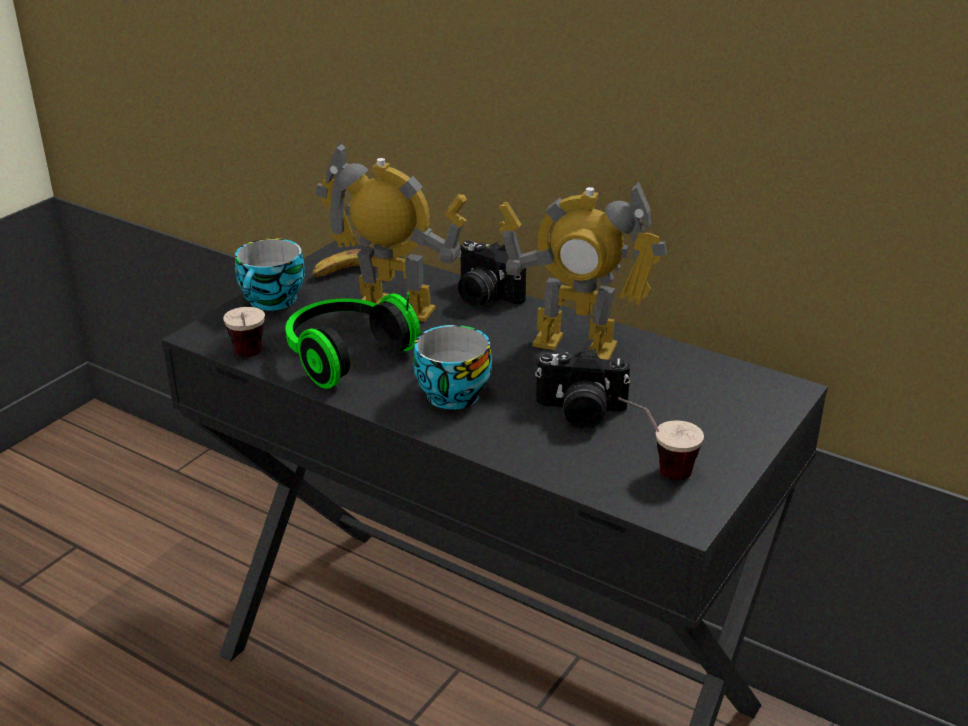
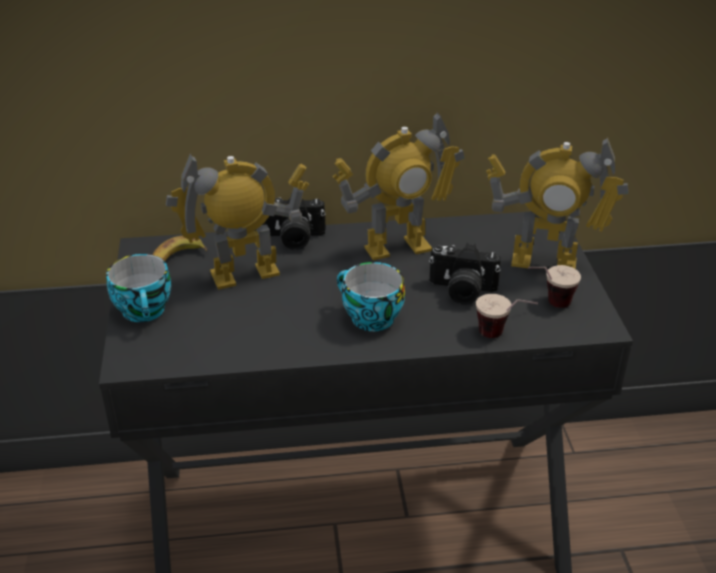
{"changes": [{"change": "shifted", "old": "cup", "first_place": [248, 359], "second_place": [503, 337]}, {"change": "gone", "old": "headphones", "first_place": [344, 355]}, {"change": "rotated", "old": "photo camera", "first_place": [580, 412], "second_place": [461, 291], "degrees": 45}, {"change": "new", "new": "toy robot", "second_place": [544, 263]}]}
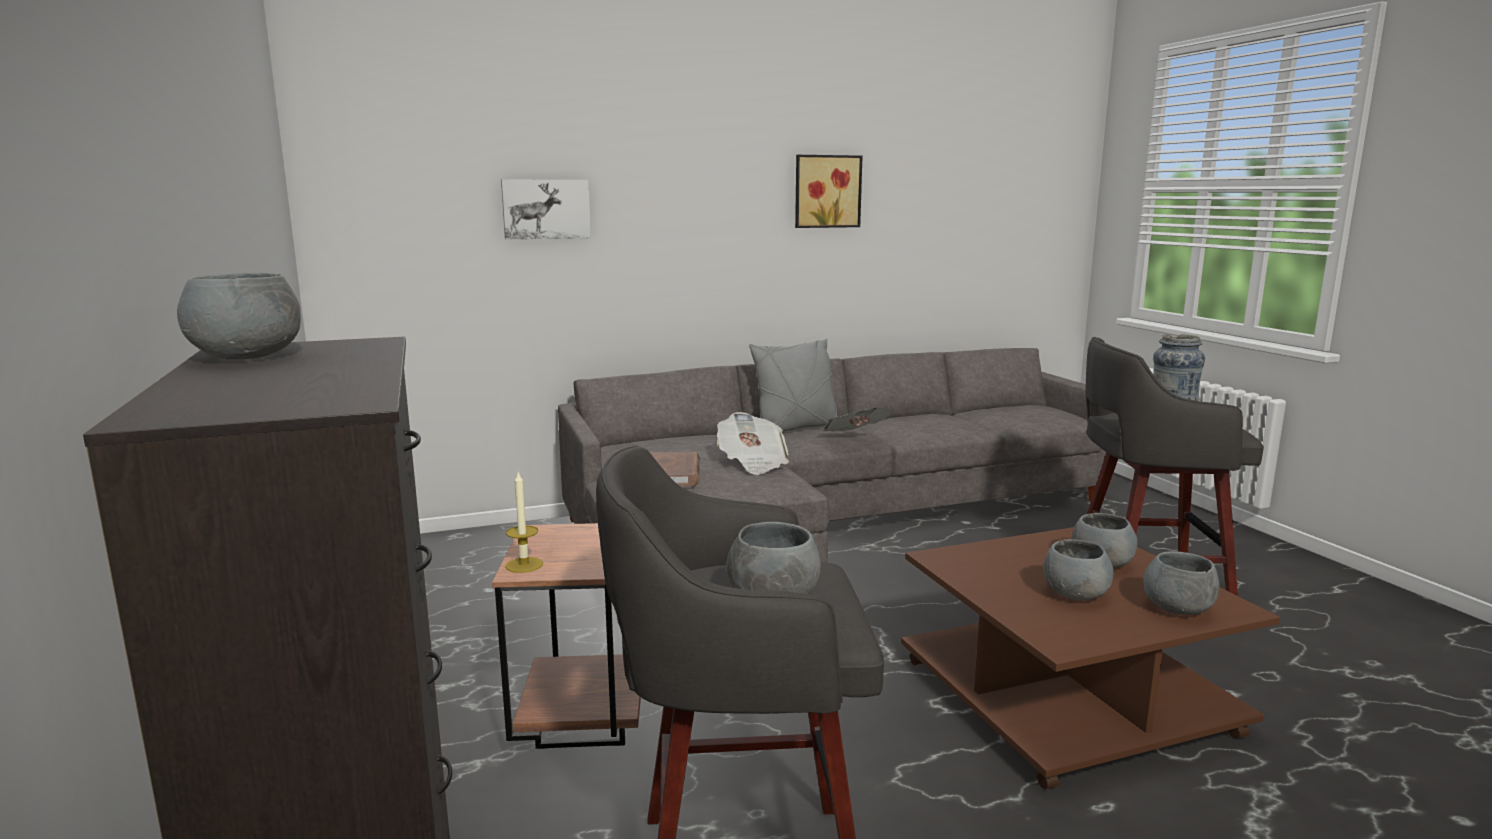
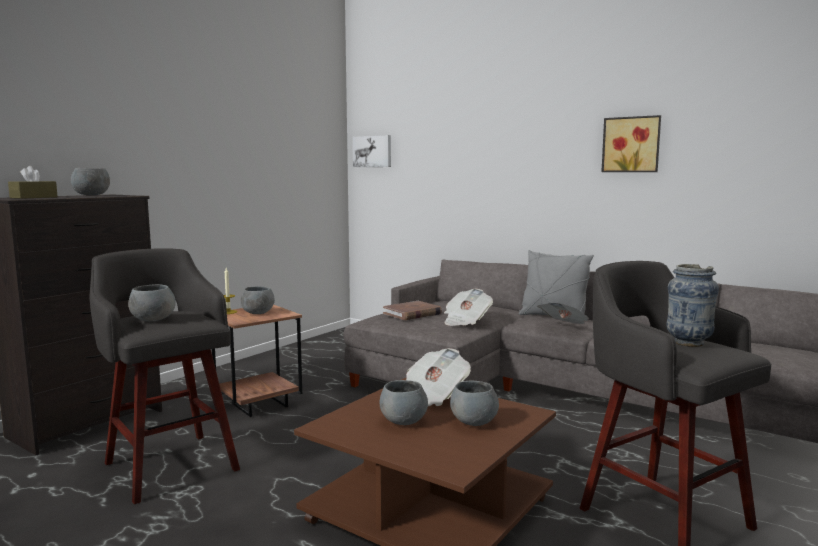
{"changes": [{"change": "shifted", "old": "picture", "first_place": [546, 209], "second_place": [372, 151]}, {"change": "shifted", "old": "grey bowl", "first_place": [1178, 609], "second_place": [257, 313]}, {"change": "new", "new": "brown tissue box", "second_place": [34, 197]}, {"change": "new", "new": "newspaper", "second_place": [432, 396]}]}
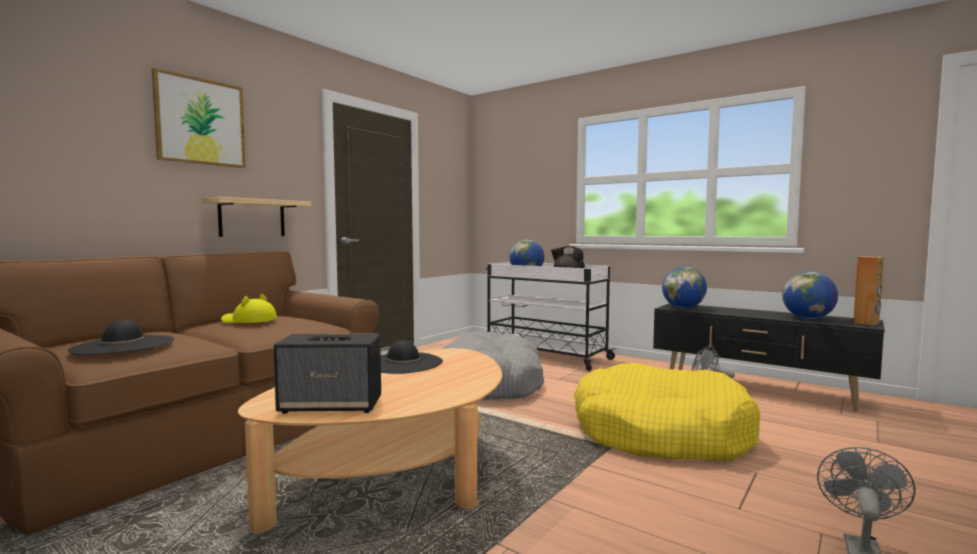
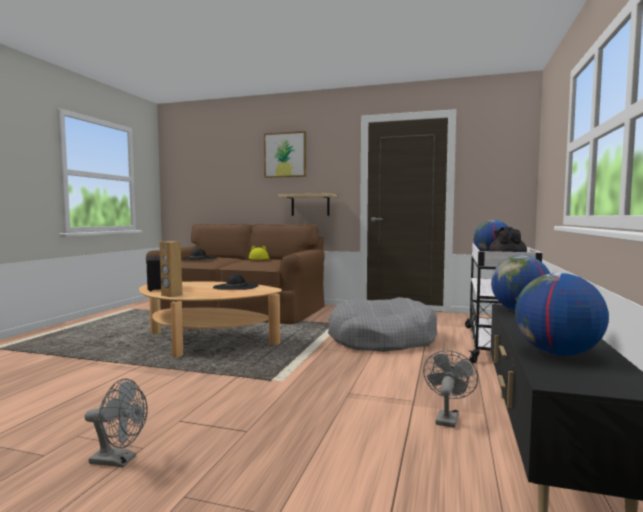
{"changes": [{"change": "gone", "old": "yellow dog bed", "first_place": [660, 433]}, {"change": "shifted", "old": "brown speaker", "first_place": [866, 323], "second_place": [171, 295]}]}
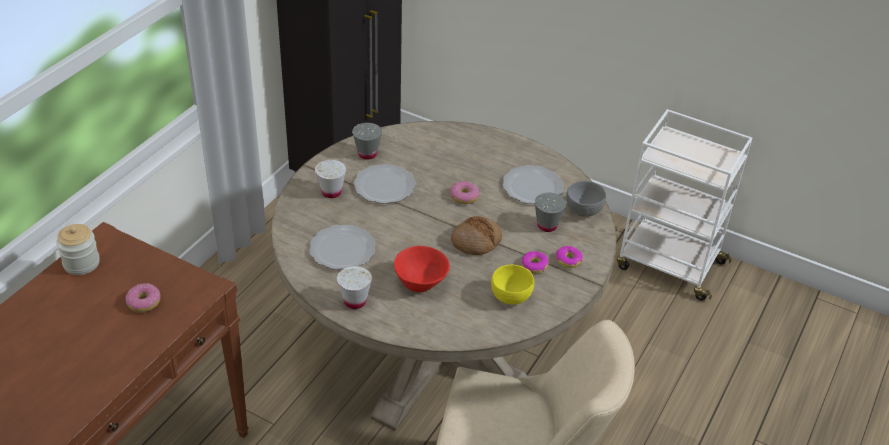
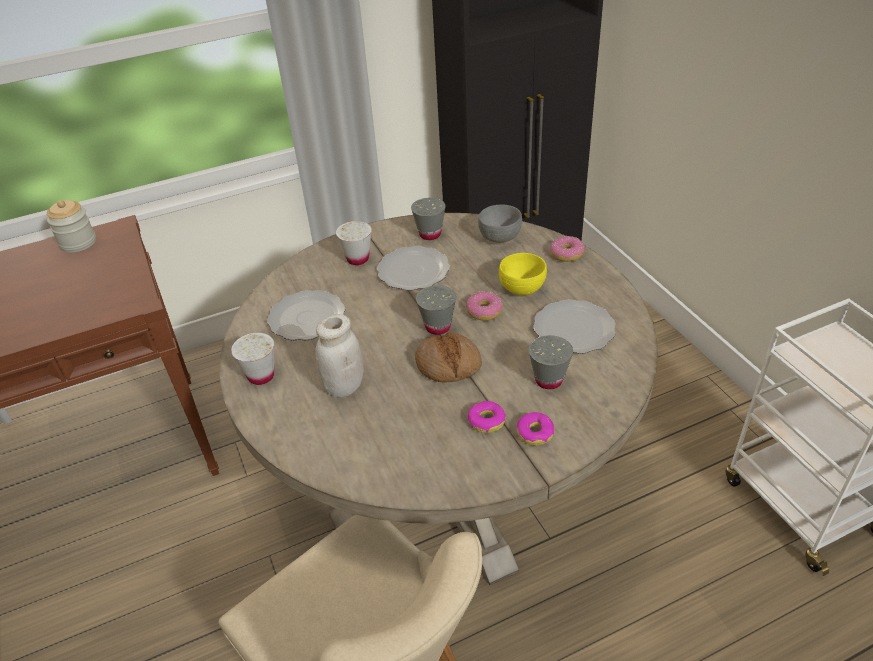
{"changes": [{"change": "shifted", "old": "donut", "first_place": [144, 302], "second_place": [566, 254]}, {"change": "swapped", "old": "red bowl", "new": "white jar", "first_place": [422, 283], "second_place": [344, 386]}, {"change": "shifted", "old": "yellow bowl", "first_place": [511, 297], "second_place": [522, 289]}, {"change": "shifted", "old": "grey bowl", "first_place": [584, 211], "second_place": [500, 238]}, {"change": "new", "new": "grey cup", "second_place": [438, 327]}]}
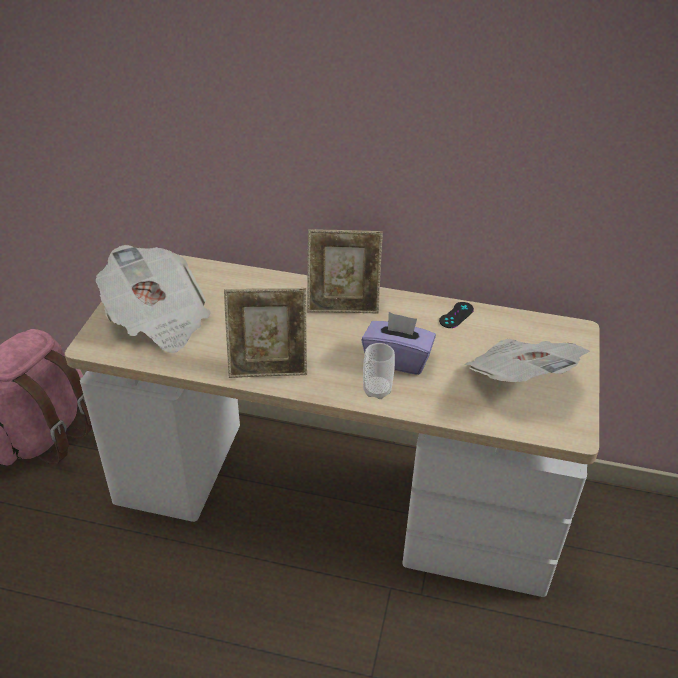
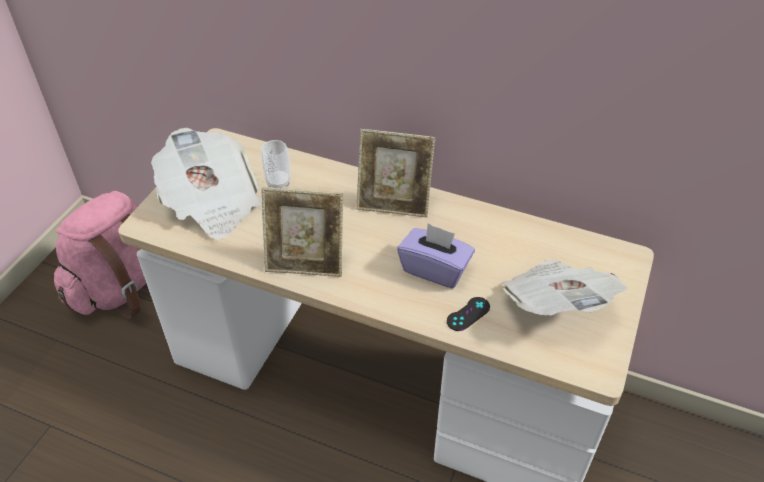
{"changes": [{"change": "shifted", "old": "cup", "first_place": [377, 390], "second_place": [278, 182]}, {"change": "shifted", "old": "black game controller", "first_place": [456, 315], "second_place": [468, 314]}]}
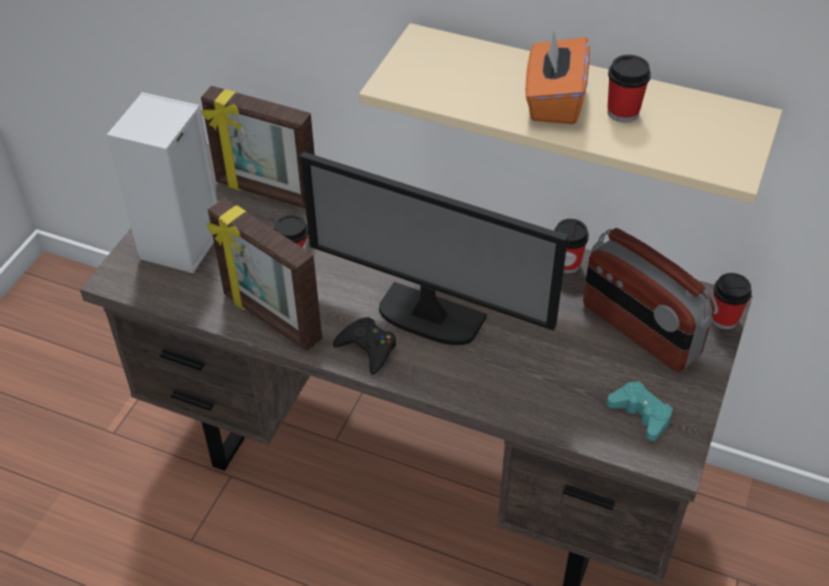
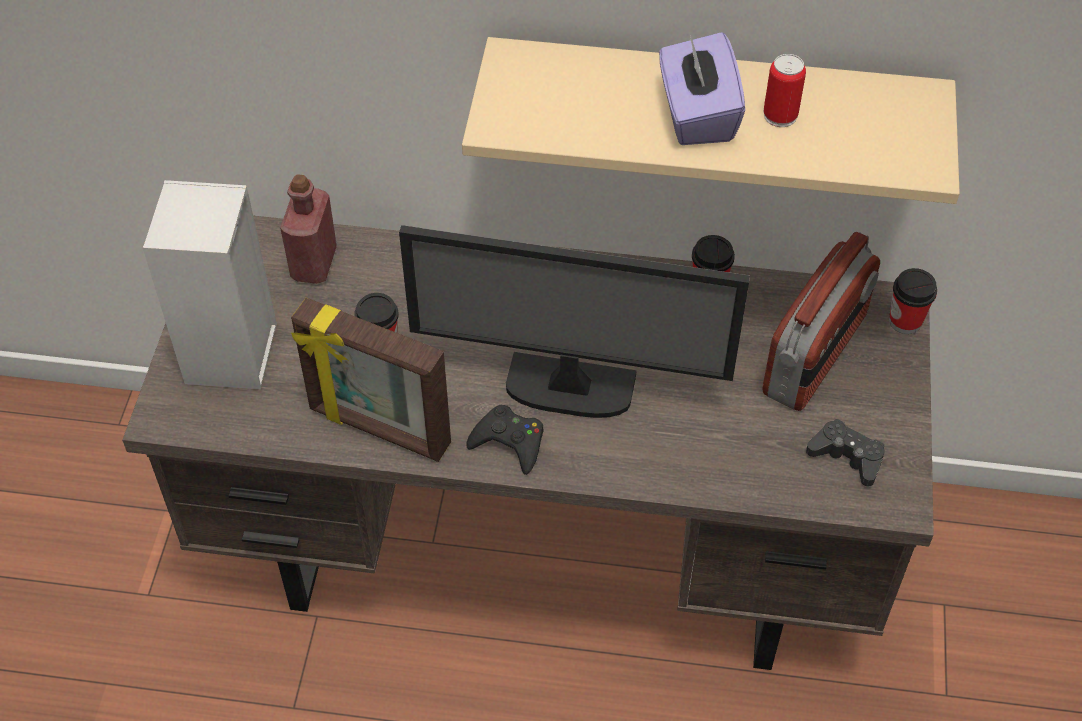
{"changes": [{"change": "swapped", "old": "picture frame", "new": "red bottle", "first_place": [266, 192], "second_place": [314, 263]}, {"change": "repainted", "old": "orange tissue box", "new": "purple tissue box", "first_place": [554, 101], "second_place": [696, 115]}, {"change": "rotated", "old": "radio", "first_place": [639, 331], "second_place": [815, 355], "degrees": -90}, {"change": "swapped", "old": "cup", "new": "can", "first_place": [623, 112], "second_place": [780, 115]}, {"change": "repainted", "old": "turquoise game controller", "new": "black game controller", "first_place": [640, 414], "second_place": [847, 457]}]}
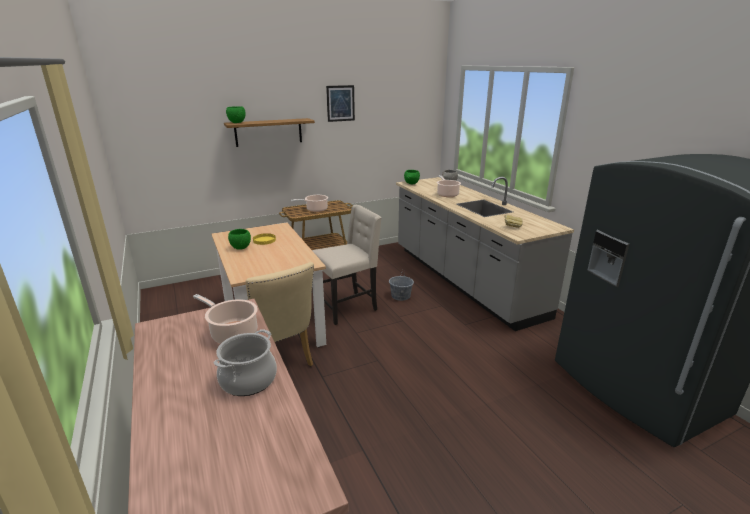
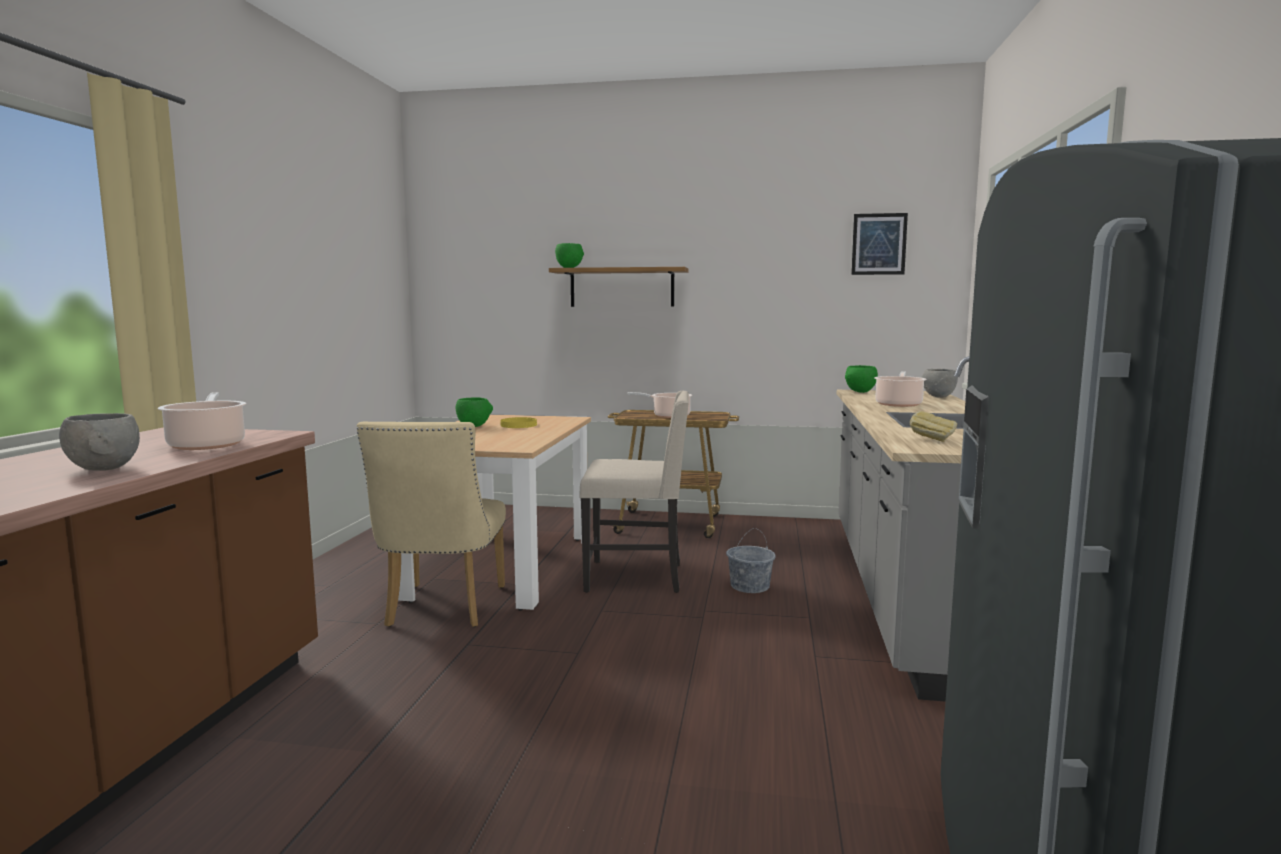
{"changes": [{"change": "swapped", "old": "cooking pot", "new": "grey bowl", "first_place": [248, 380], "second_place": [104, 470]}, {"change": "shifted", "old": "picture", "first_place": [340, 103], "second_place": [879, 244]}]}
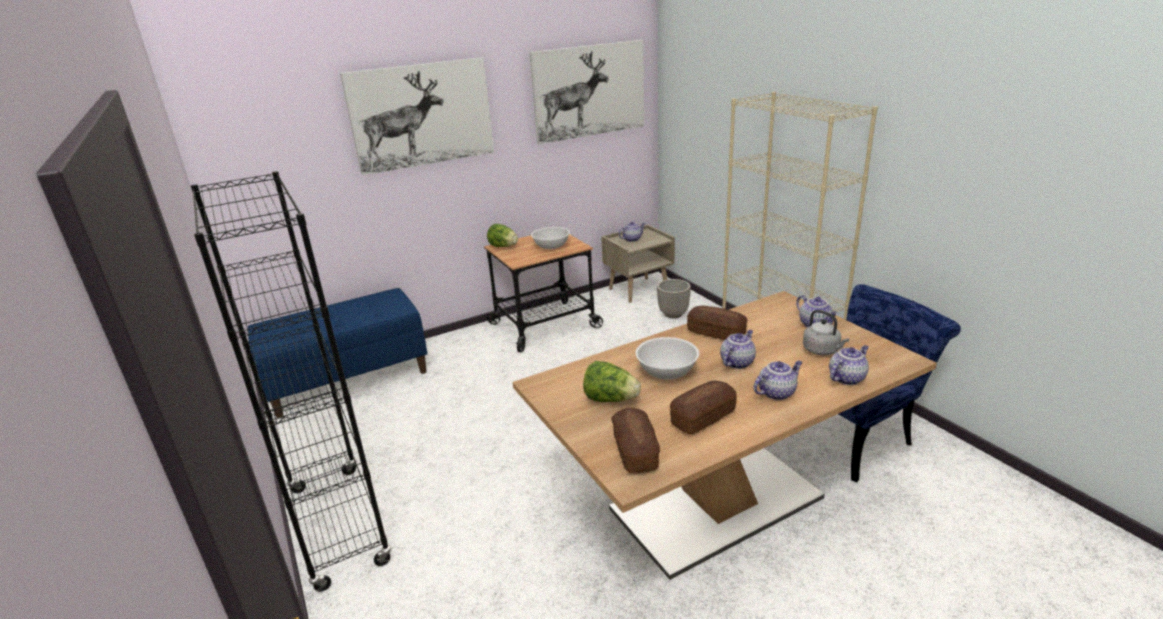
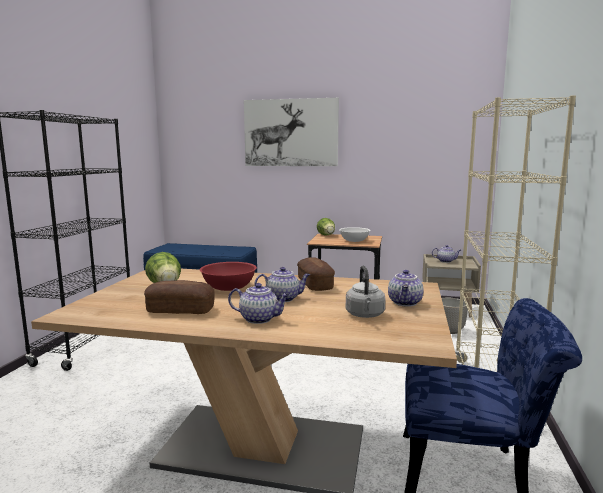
{"changes": [{"change": "gone", "old": "picture", "first_place": [589, 91]}, {"change": "gone", "old": "bread", "first_place": [635, 451]}, {"change": "repainted", "old": "white bowl", "new": "red bowl", "first_place": [667, 372], "second_place": [229, 288]}, {"change": "gone", "old": "teapot", "first_place": [847, 378]}]}
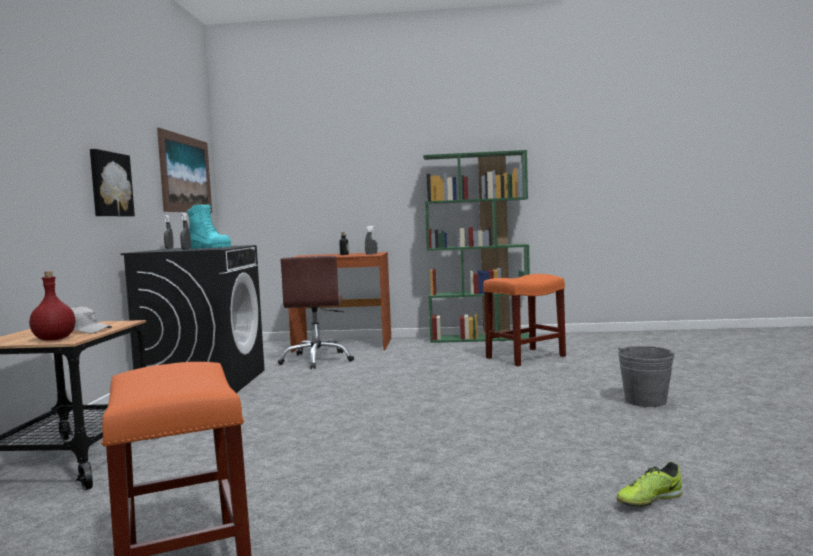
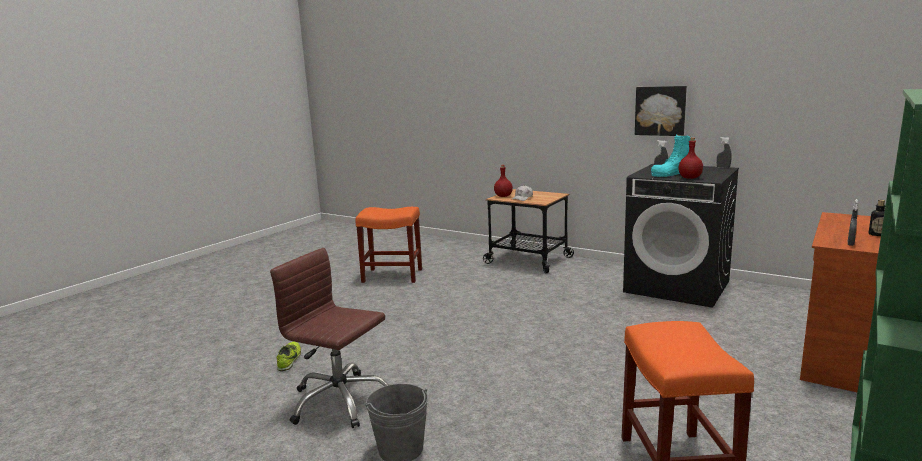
{"changes": [{"change": "gone", "old": "picture", "first_place": [186, 174]}, {"change": "shifted", "old": "brown office chair", "first_place": [317, 360], "second_place": [339, 401]}, {"change": "new", "new": "red bottle", "second_place": [690, 178]}]}
